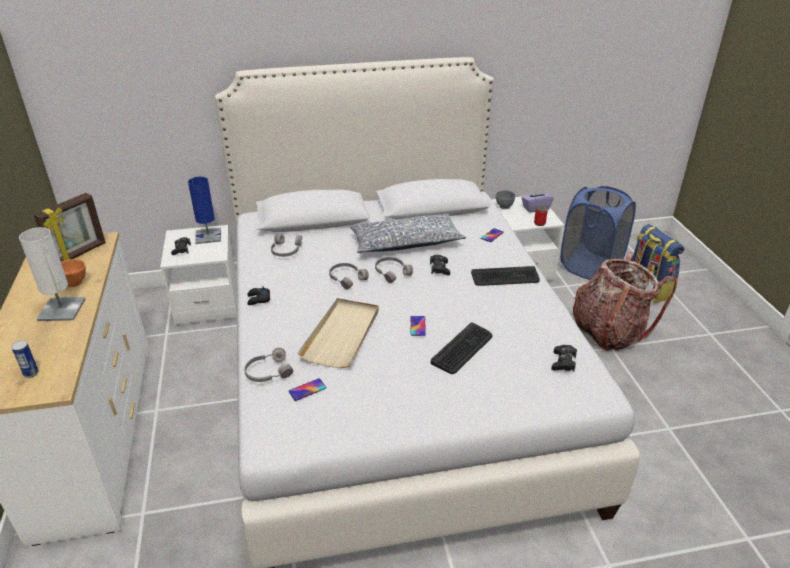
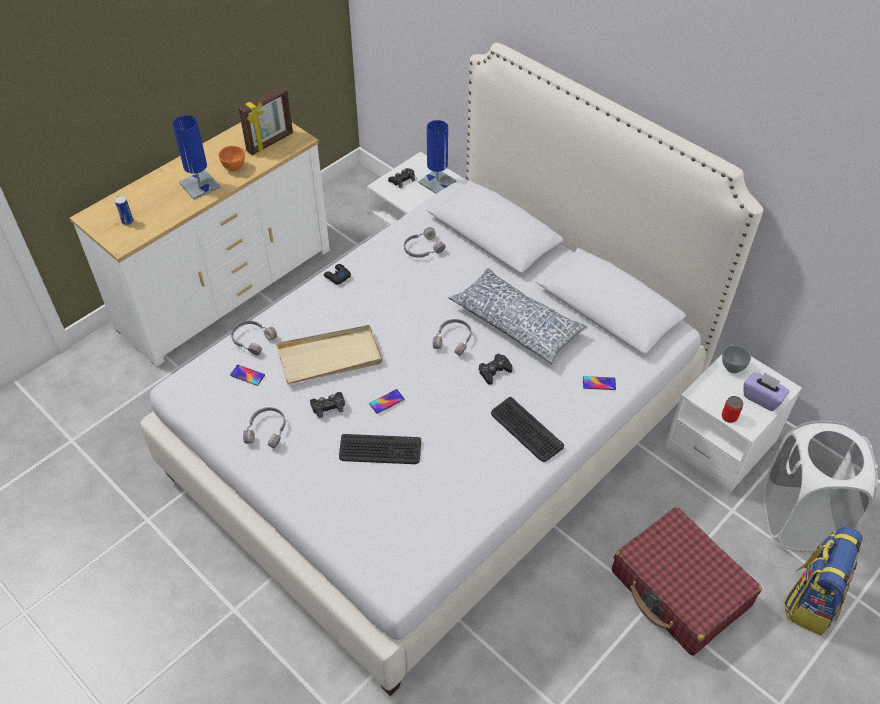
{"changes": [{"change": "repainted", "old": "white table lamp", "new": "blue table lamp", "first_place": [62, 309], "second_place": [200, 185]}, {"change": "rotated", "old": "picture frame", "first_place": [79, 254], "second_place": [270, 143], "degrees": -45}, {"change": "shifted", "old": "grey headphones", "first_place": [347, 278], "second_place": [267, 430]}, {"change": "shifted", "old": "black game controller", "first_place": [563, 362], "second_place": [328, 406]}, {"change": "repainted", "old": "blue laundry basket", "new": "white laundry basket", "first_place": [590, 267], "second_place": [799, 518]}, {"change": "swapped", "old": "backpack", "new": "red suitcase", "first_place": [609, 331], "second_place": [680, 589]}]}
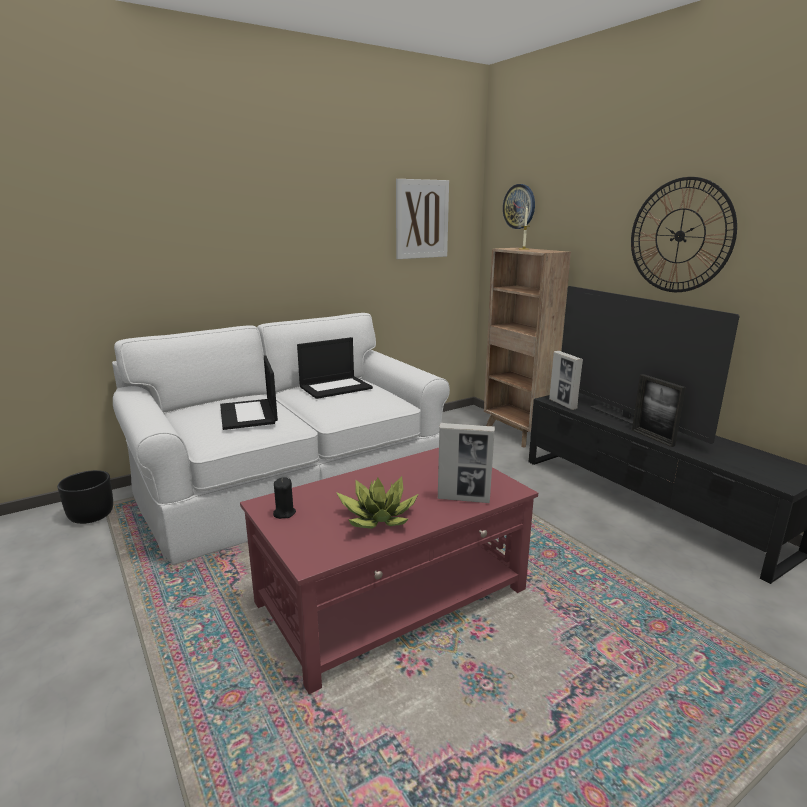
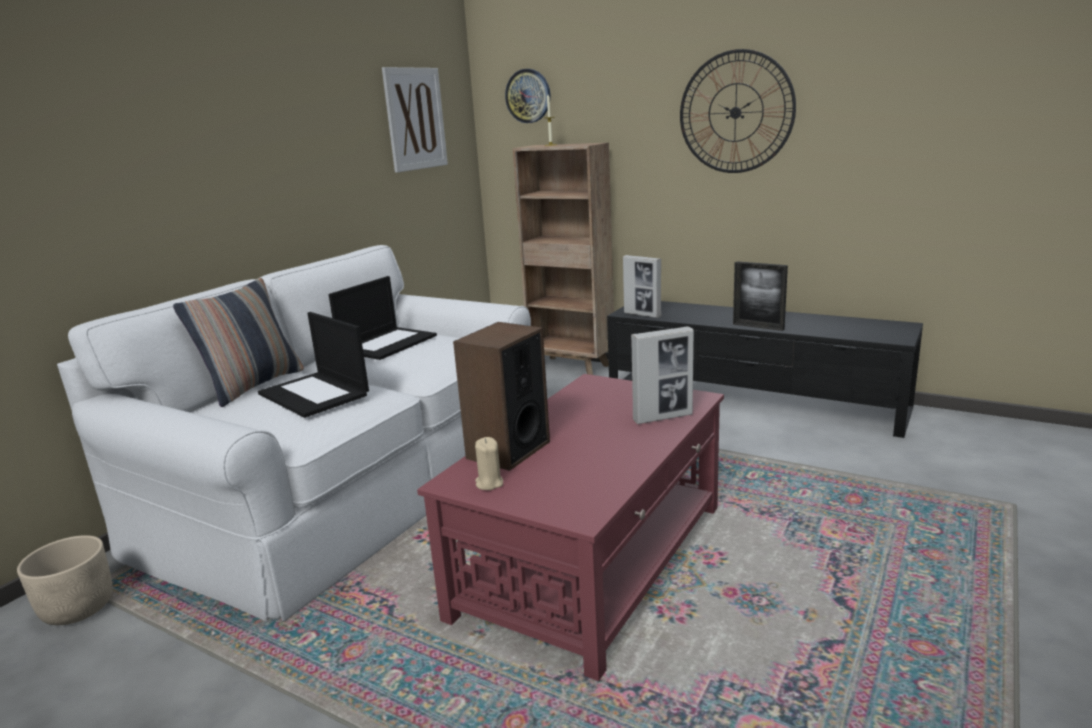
{"changes": [{"change": "repainted", "old": "black planter", "new": "beige planter", "first_place": [91, 515], "second_place": [78, 608]}, {"change": "repainted", "old": "black candle", "new": "beige candle", "first_place": [284, 513], "second_place": [489, 483]}, {"change": "gone", "old": "potted plant", "first_place": [376, 518]}, {"change": "gone", "old": "television", "first_place": [625, 418]}, {"change": "new", "new": "pillow", "second_place": [253, 386]}, {"change": "new", "new": "speaker", "second_place": [508, 450]}]}
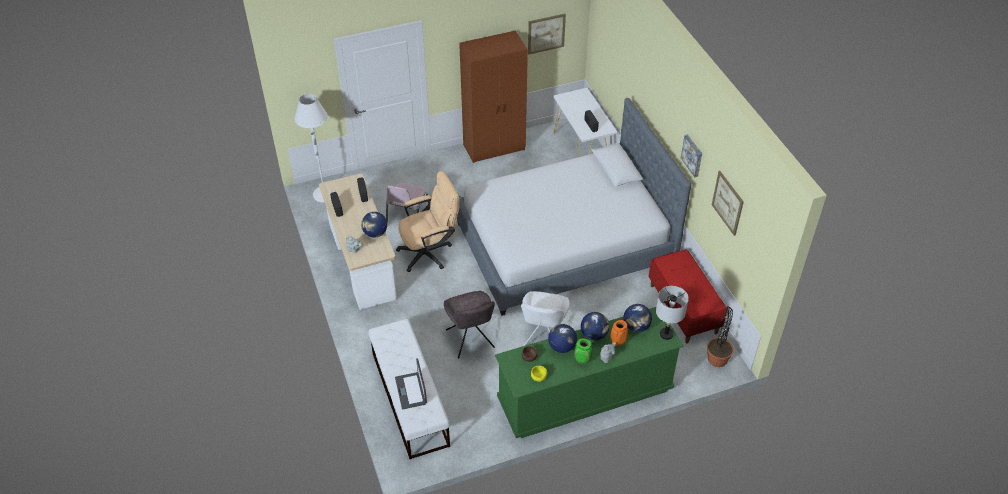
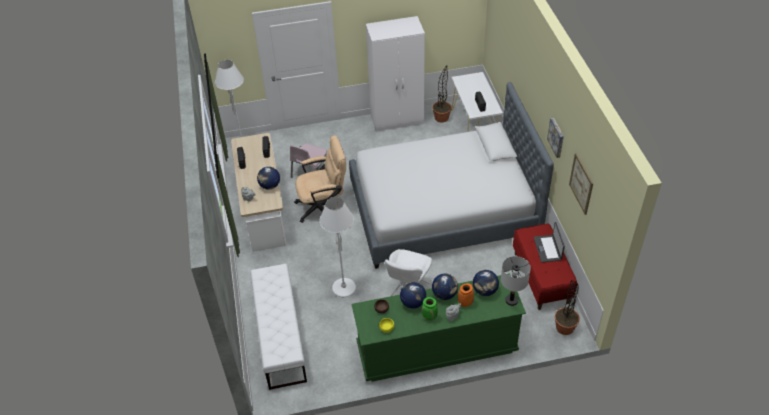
{"changes": [{"change": "shifted", "old": "laptop", "first_place": [411, 390], "second_place": [548, 248]}, {"change": "swapped", "old": "grey chair", "new": "white floor lamp", "first_place": [470, 340], "second_place": [343, 288]}, {"change": "repainted", "old": "brown wardrobe", "new": "white wardrobe", "first_place": [495, 147], "second_place": [397, 119]}, {"change": "gone", "old": "picture", "first_place": [546, 33]}, {"change": "new", "new": "potted plant", "second_place": [441, 118]}]}
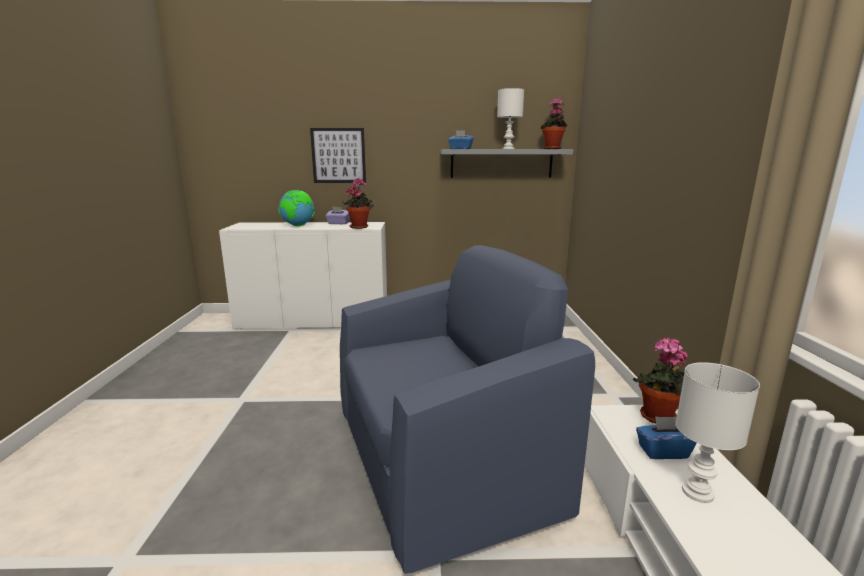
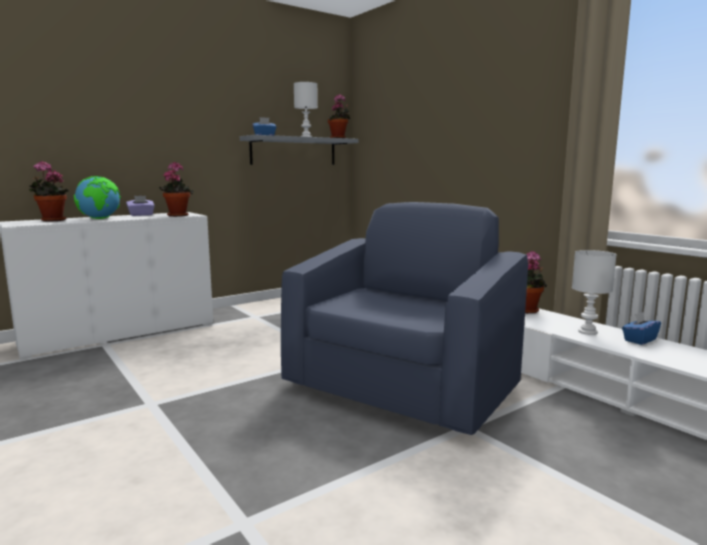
{"changes": [{"change": "gone", "old": "picture", "first_place": [338, 155]}, {"change": "shifted", "old": "blue tissue box", "first_place": [662, 451], "second_place": [639, 340]}, {"change": "new", "new": "potted plant", "second_place": [51, 220]}]}
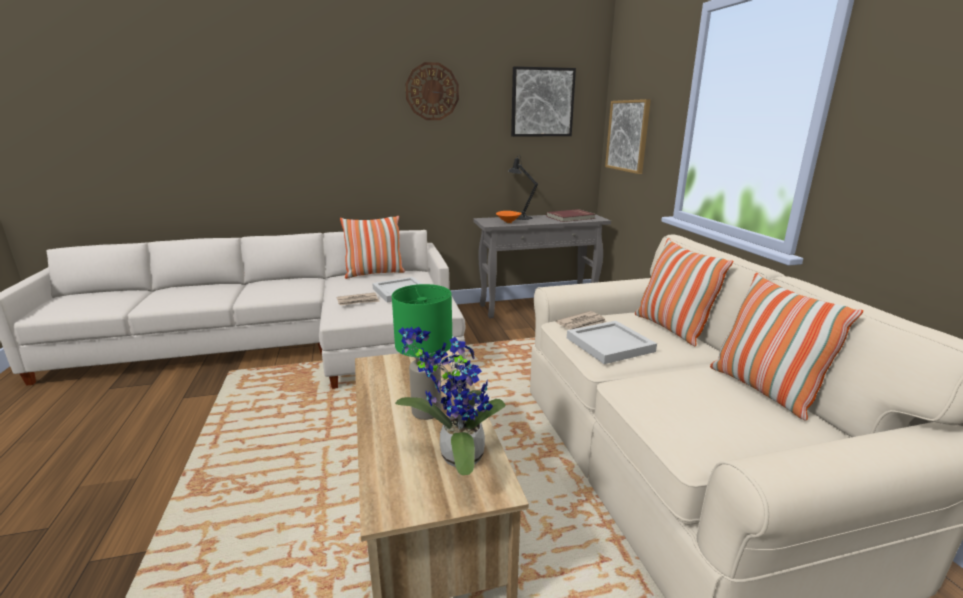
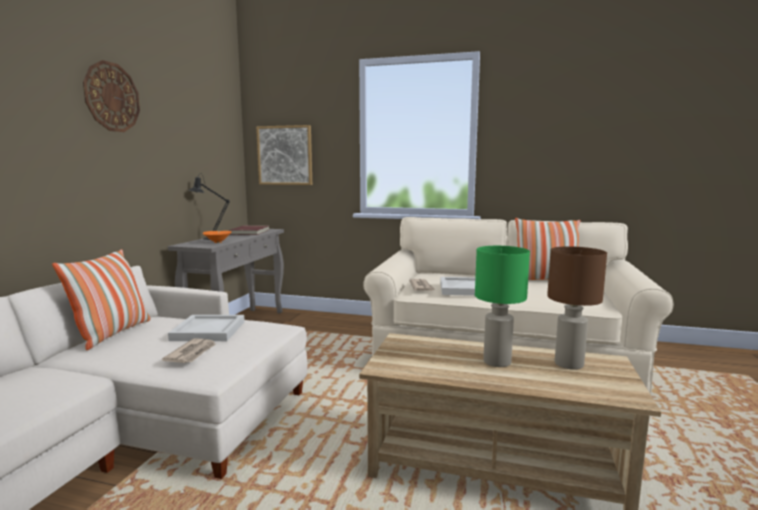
{"changes": [{"change": "swapped", "old": "potted plant", "new": "brown table lamp", "first_place": [456, 456], "second_place": [568, 364]}, {"change": "gone", "old": "picture", "first_place": [542, 102]}, {"change": "gone", "old": "pillow", "first_place": [671, 328]}]}
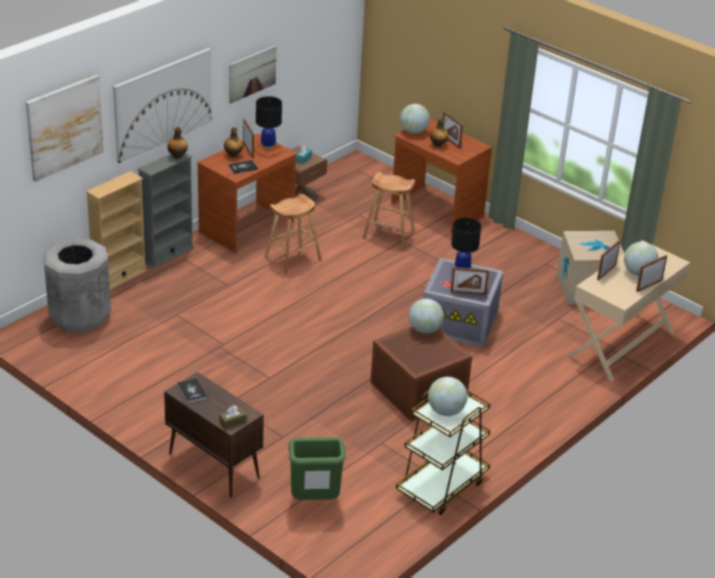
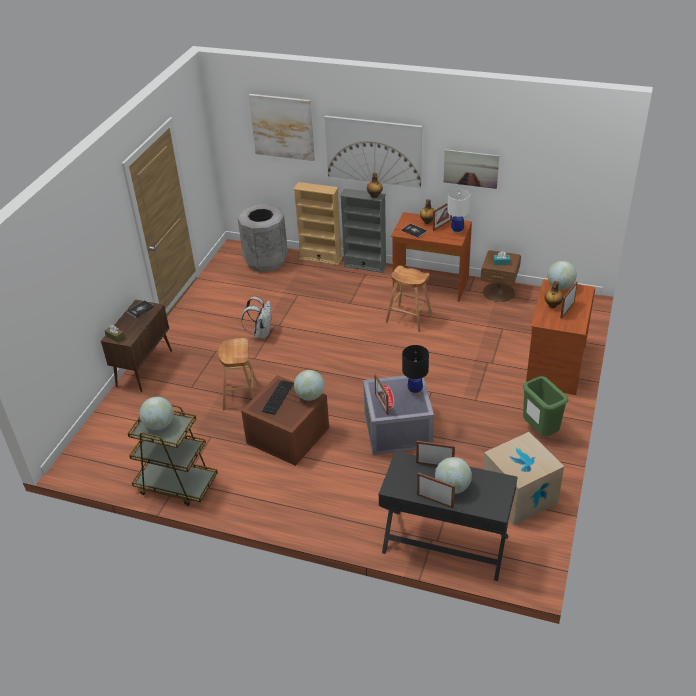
{"changes": [{"change": "repainted", "old": "black table lamp", "new": "white table lamp", "first_place": [268, 146], "second_place": [457, 230]}, {"change": "shifted", "old": "green trash can", "first_place": [314, 501], "second_place": [539, 431]}, {"change": "shifted", "old": "brown stool", "first_place": [389, 234], "second_place": [240, 395]}, {"change": "repainted", "old": "beige desk", "new": "black desk", "first_place": [621, 345], "second_place": [445, 544]}, {"change": "new", "new": "white backpack", "second_place": [261, 333]}, {"change": "new", "new": "keyboard", "second_place": [277, 397]}]}
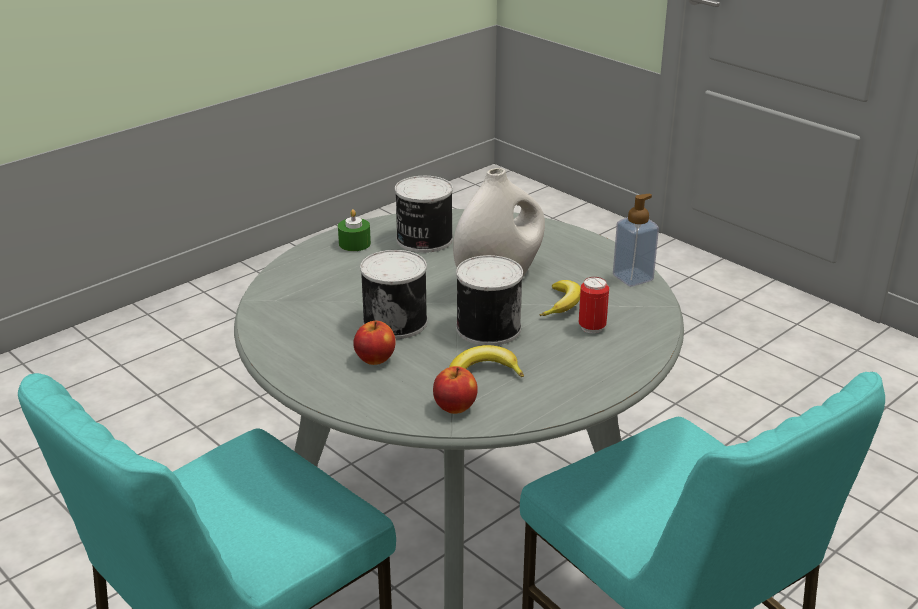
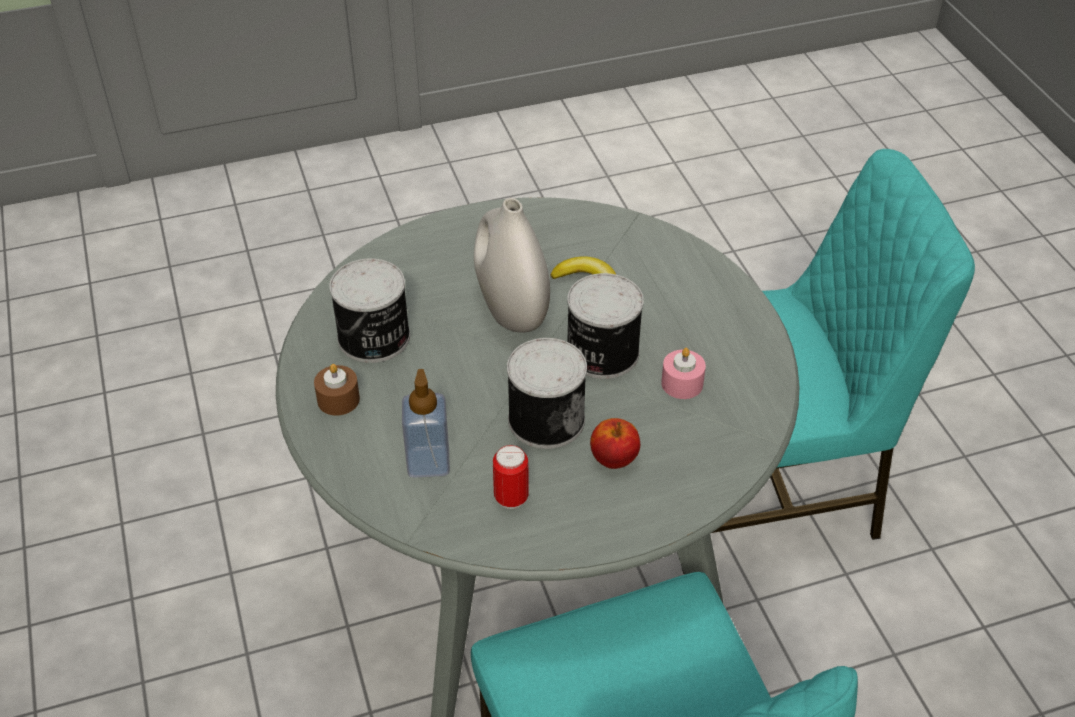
{"changes": [{"change": "repainted", "old": "green candle", "new": "brown candle", "first_place": [354, 243], "second_place": [338, 399]}, {"change": "gone", "old": "apple", "first_place": [455, 407]}, {"change": "swapped", "old": "banana", "new": "pink candle", "first_place": [484, 371], "second_place": [682, 383]}, {"change": "shifted", "old": "can", "first_place": [592, 327], "second_place": [511, 498]}, {"change": "shifted", "old": "soap dispenser", "first_place": [632, 278], "second_place": [428, 462]}]}
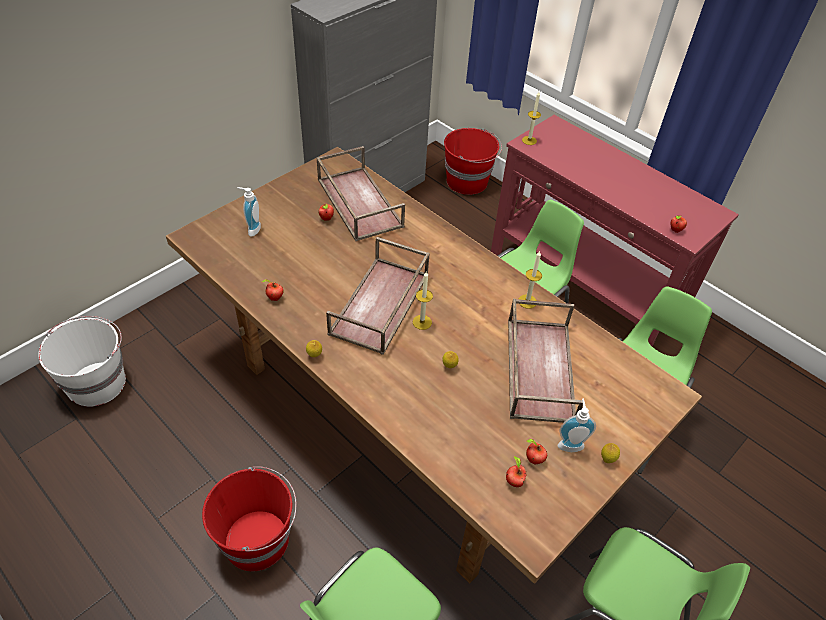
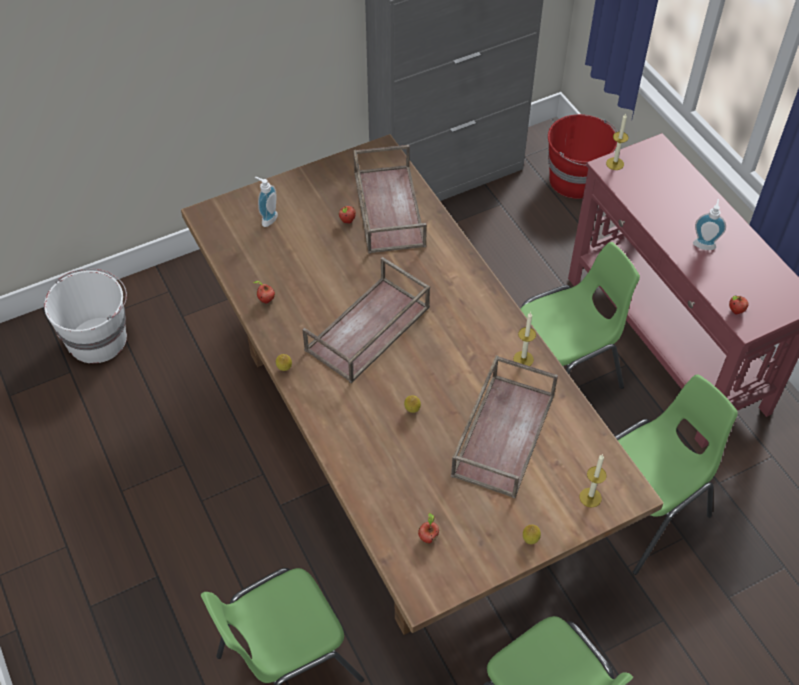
{"changes": [{"change": "gone", "old": "red bucket", "first_place": [258, 539]}, {"change": "shifted", "old": "candle", "first_place": [422, 322], "second_place": [590, 497]}, {"change": "gone", "old": "apple", "first_place": [533, 460]}, {"change": "shifted", "old": "soap dispenser", "first_place": [570, 443], "second_place": [704, 243]}]}
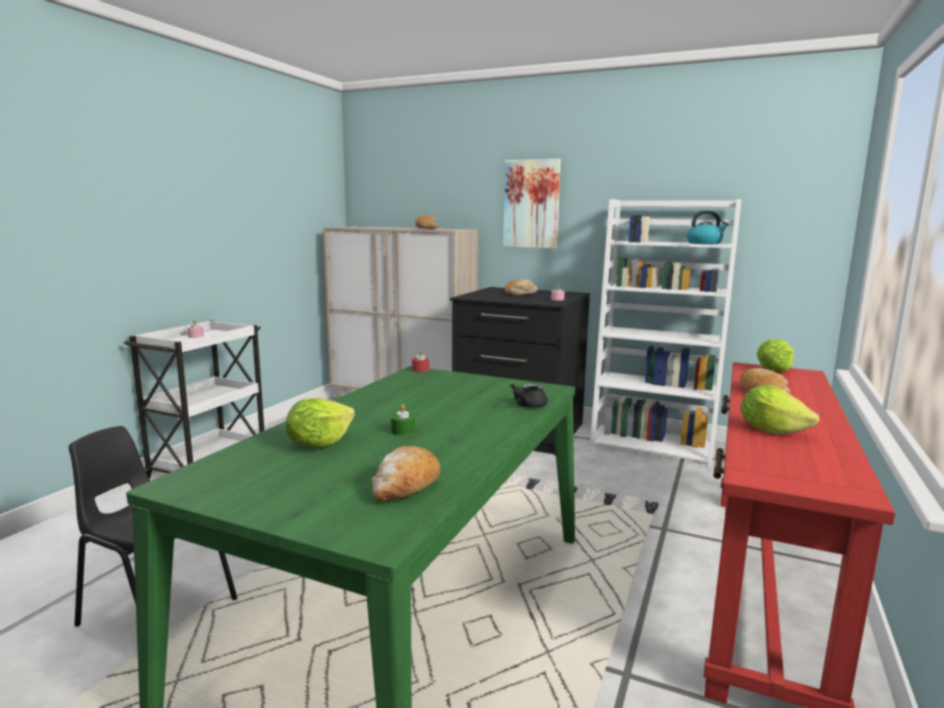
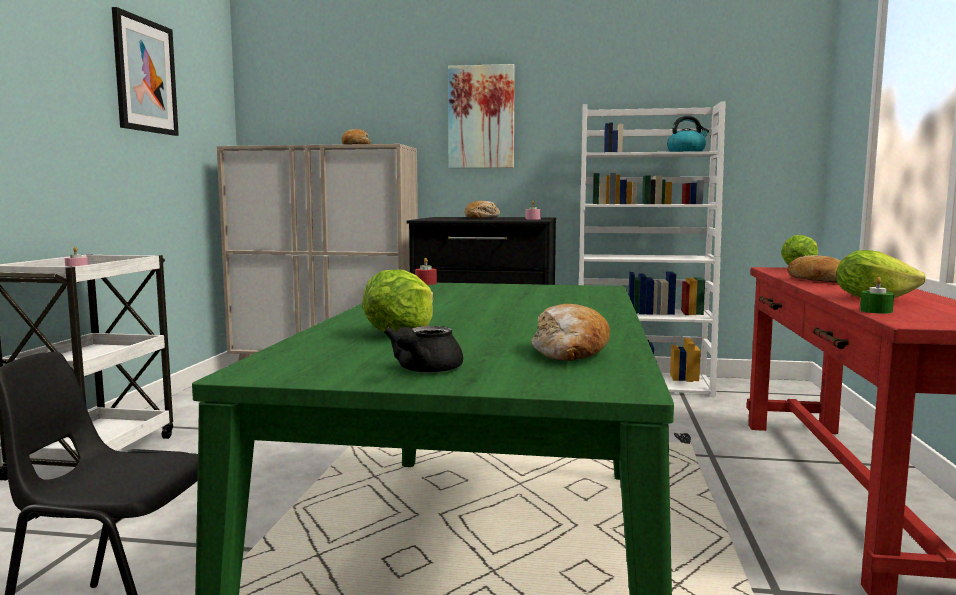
{"changes": [{"change": "shifted", "old": "green candle", "first_place": [403, 431], "second_place": [876, 311]}, {"change": "shifted", "old": "black teapot", "first_place": [527, 406], "second_place": [424, 370]}, {"change": "new", "new": "picture", "second_place": [145, 76]}]}
